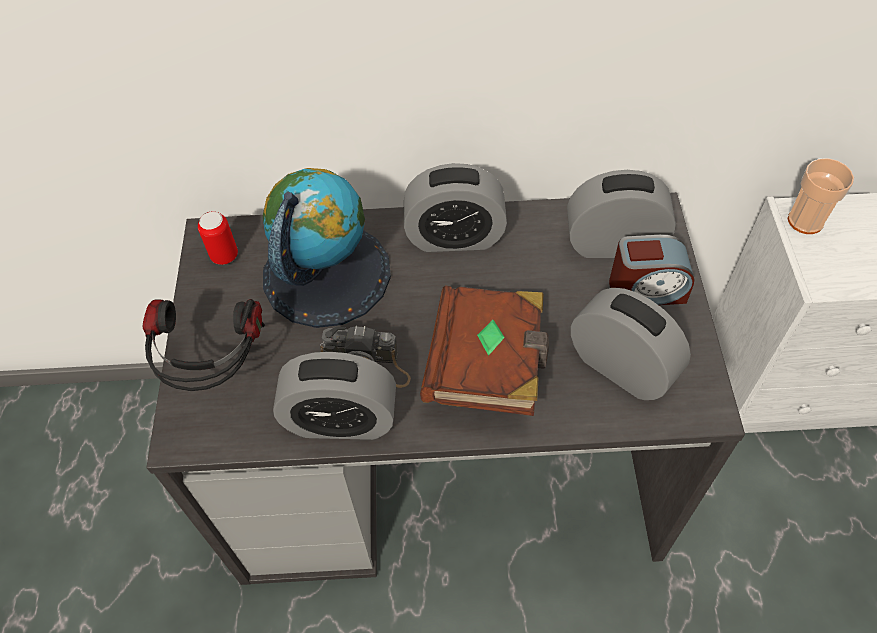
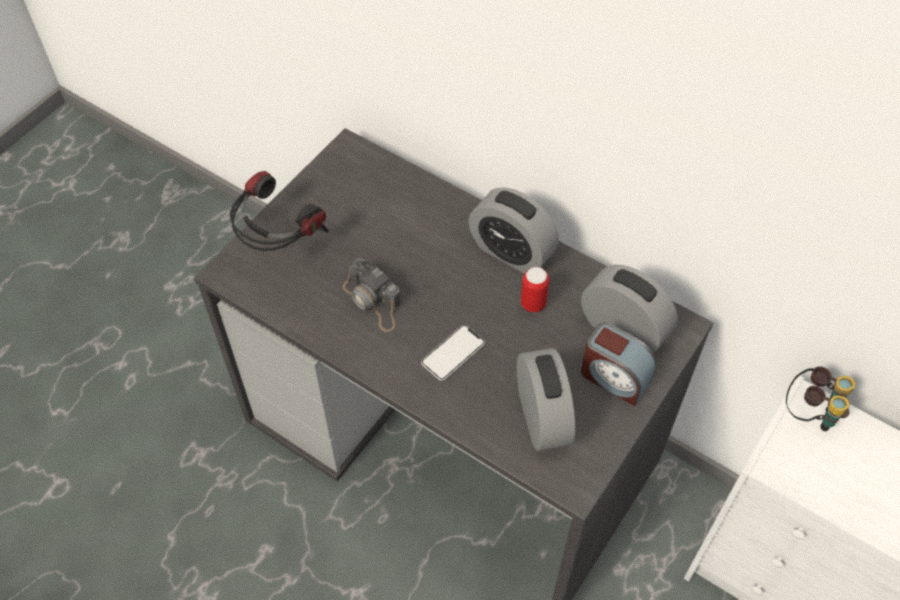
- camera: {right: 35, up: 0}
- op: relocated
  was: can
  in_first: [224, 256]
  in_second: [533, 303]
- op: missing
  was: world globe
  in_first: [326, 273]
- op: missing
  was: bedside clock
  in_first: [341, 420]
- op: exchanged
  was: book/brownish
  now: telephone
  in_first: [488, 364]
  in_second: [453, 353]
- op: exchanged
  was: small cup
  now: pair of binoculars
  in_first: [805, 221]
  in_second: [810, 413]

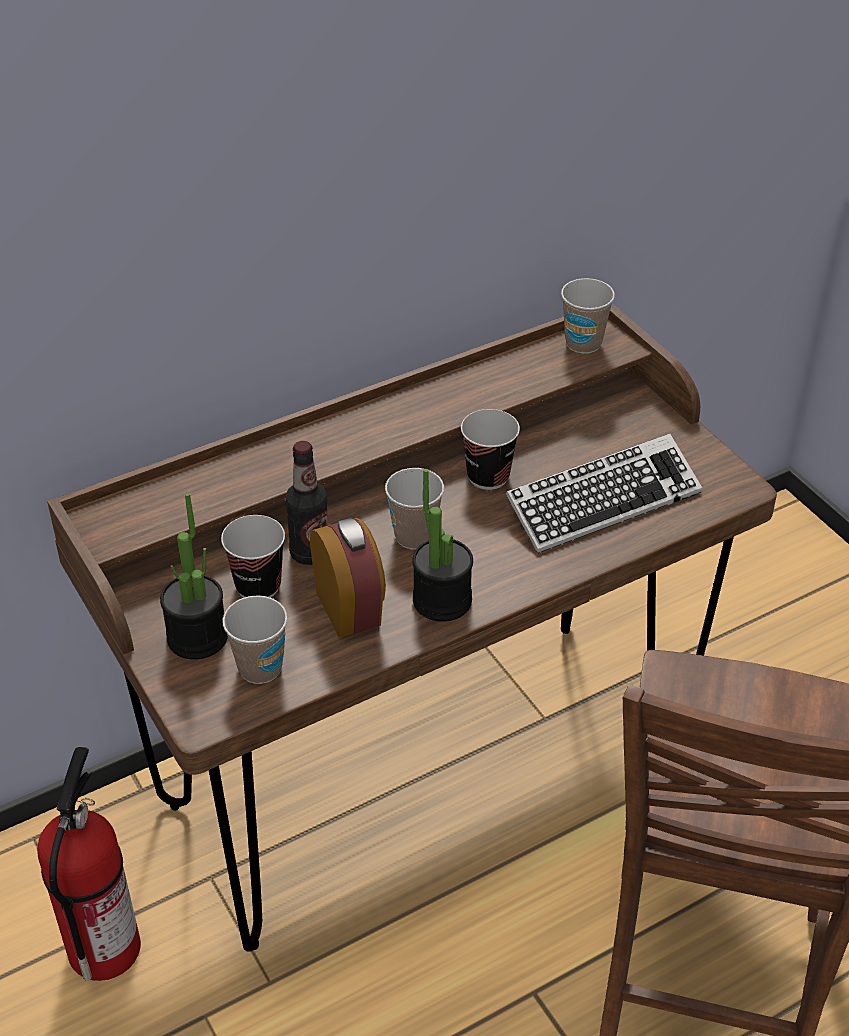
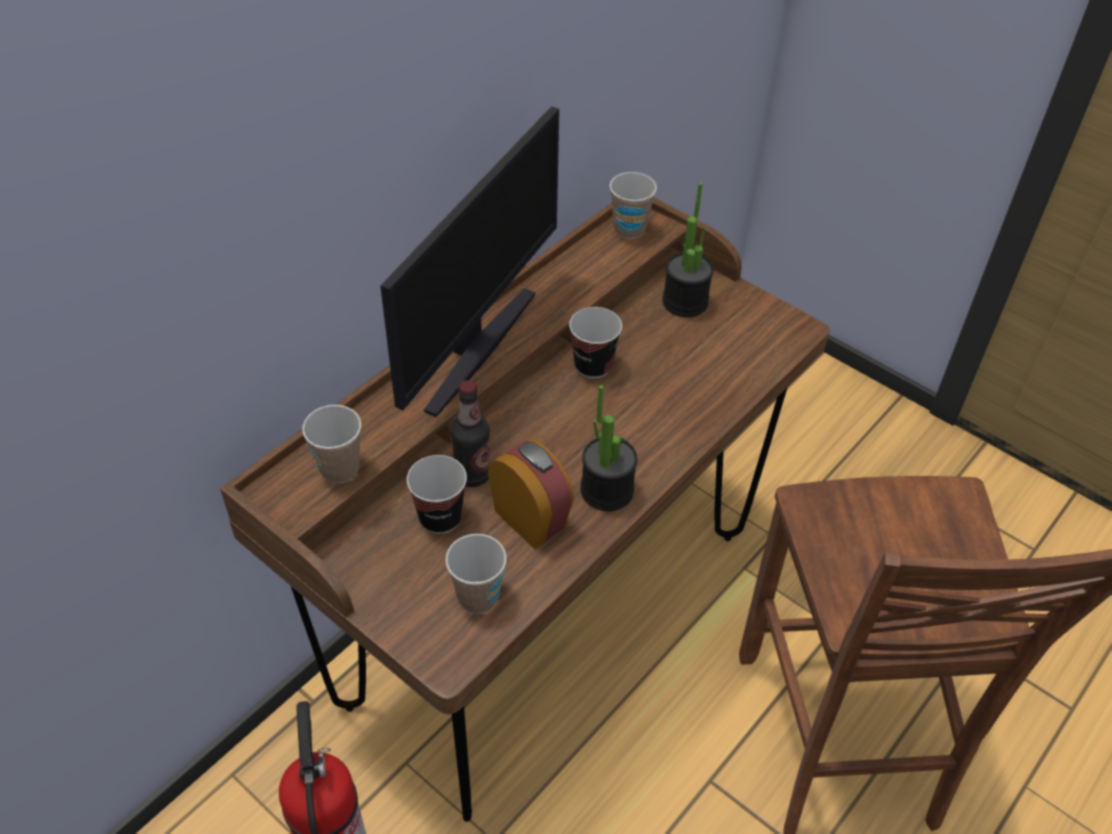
- camera: {right: -20, up: 5}
- op: relocated
  was: houseplant
  in_first: [197, 637]
  in_second: [685, 302]
- op: relocated
  was: small cup
  in_first: [414, 536]
  in_second: [340, 469]
- op: missing
  was: keyboard
  in_first: [603, 502]
- op: appeared
  now: monitor
  in_second: [476, 348]

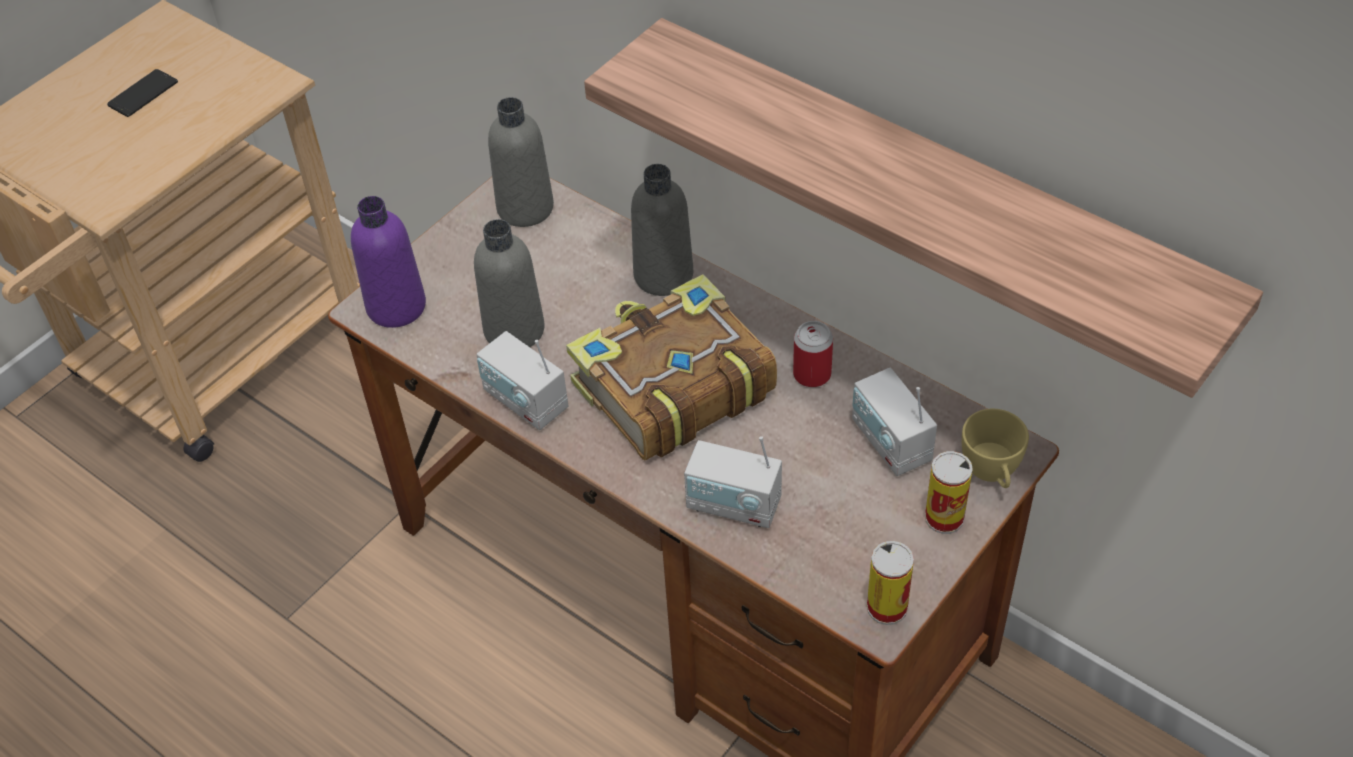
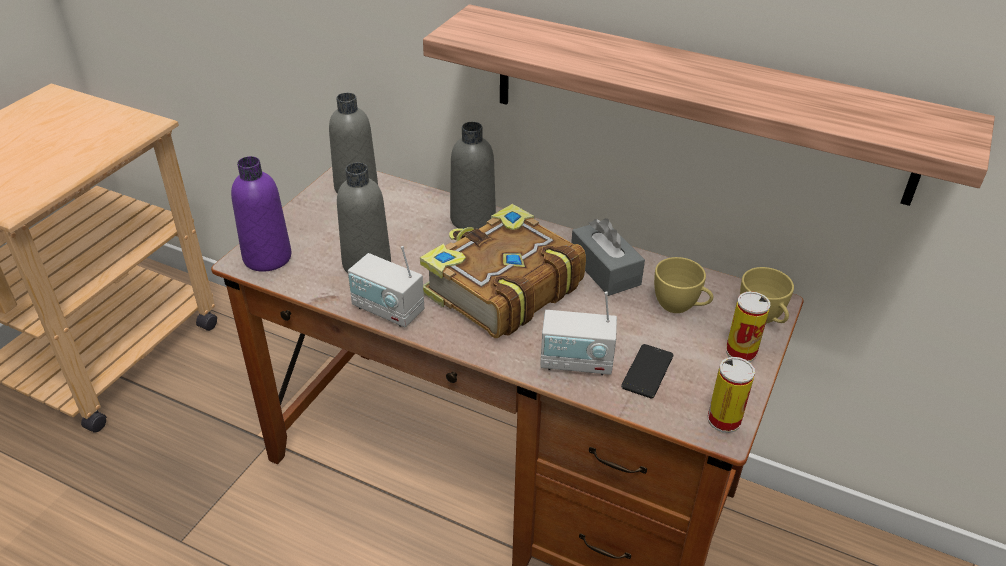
- camera: {right: -15, up: -10}
- op: relocated
  was: telephone
  in_first: [143, 94]
  in_second: [647, 371]
- op: exchanged
  was: can
  now: tissue box/greyish
  in_first: [812, 374]
  in_second: [605, 269]
- op: exchanged
  was: radio
  now: small cup/yellow
  in_first: [890, 442]
  in_second: [680, 307]

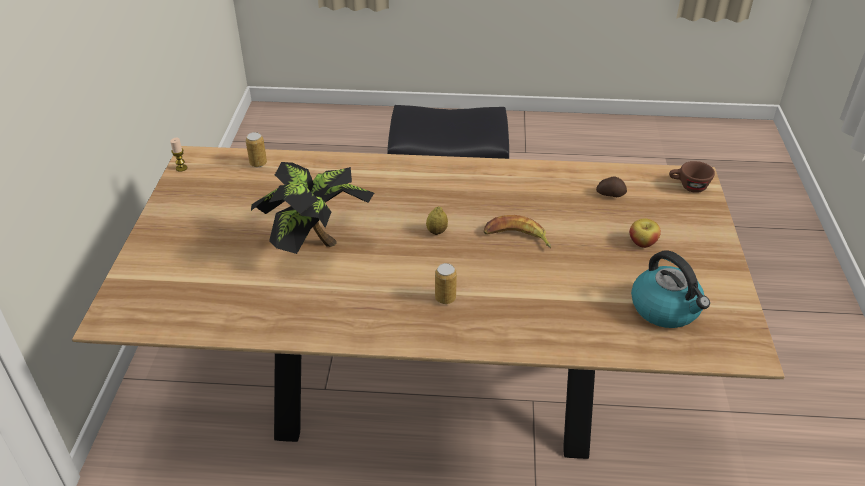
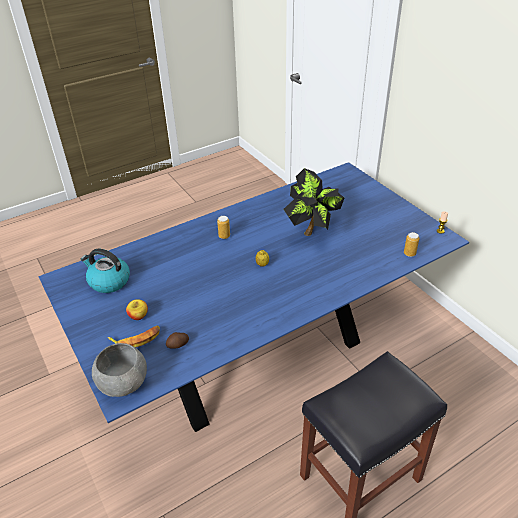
- camera: {right: 145, up: 0}
- op: colour
  was: kitchen table/brownish
  now: kitchen table/blue
  in_first: [432, 394]
  in_second: [261, 355]
- op: relocated
  was: banana
  in_first: [516, 237]
  in_second: [136, 339]
- op: exchanged
  was: small cup/brownish
  now: deep dish/greyish
  in_first: [688, 187]
  in_second: [123, 383]

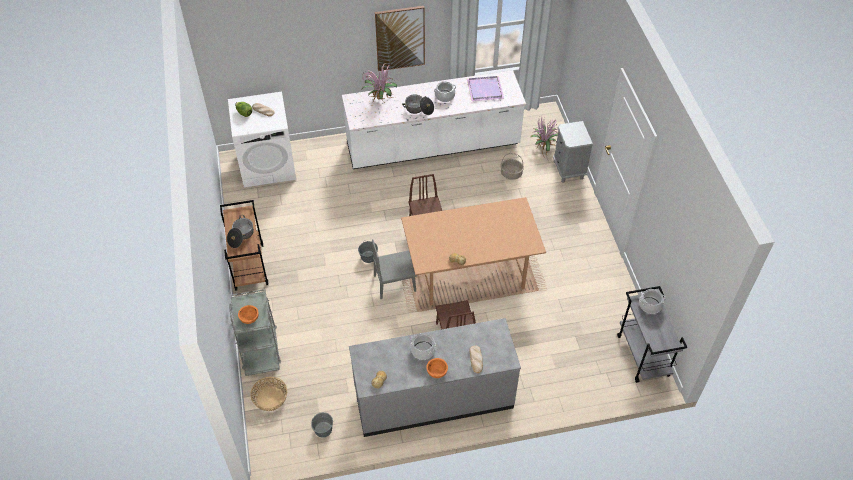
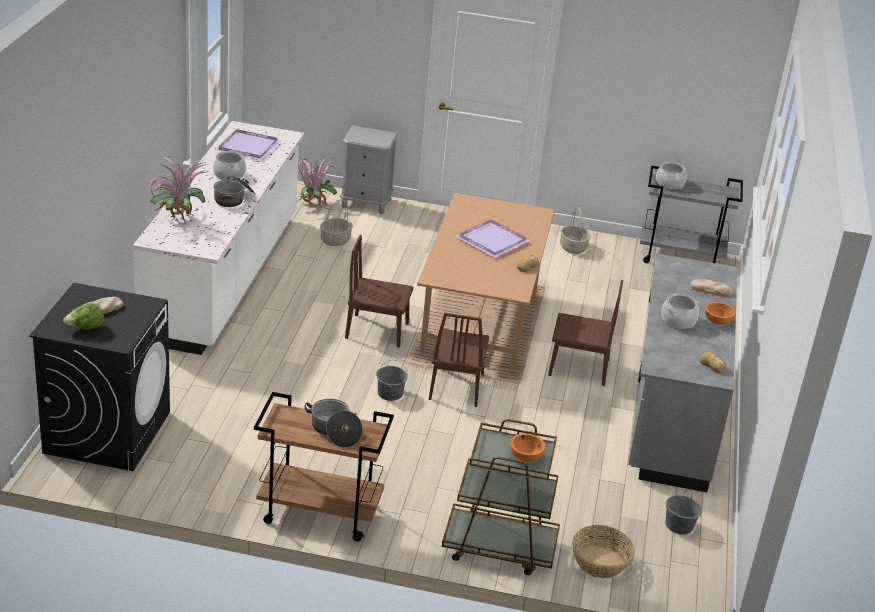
- camera: {right: -70, up: -20}
- op: colour
  was: laundry machine/white
  now: laundry machine/blackish
  in_first: [268, 165]
  in_second: [107, 432]
- op: colour
  was: wheeled cart/greyish
  now: wheeled cart/brownish
  in_first: [260, 349]
  in_second: [499, 547]
- op: colour
  was: plain chair/greyish
  now: plain chair/brownish
  in_first: [395, 283]
  in_second: [456, 386]
- op: missing
  was: wall picture
  in_first: [400, 38]
- op: appeared
  now: serving tray/purple
  in_second: [493, 241]
- op: appeared
  now: storage basket
  in_second: [573, 248]

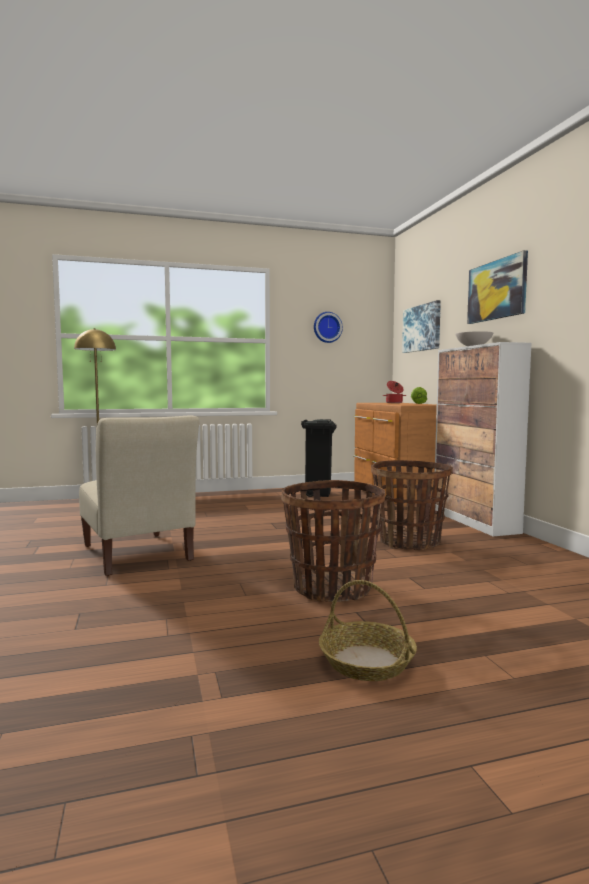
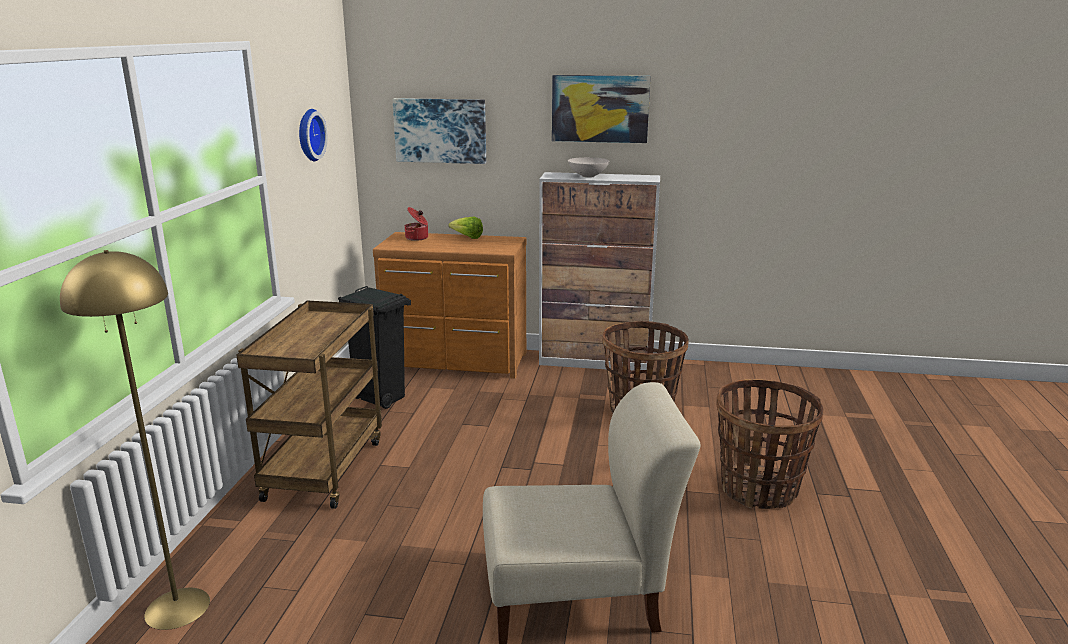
- camera: {right: -65, up: 15}
- op: missing
  was: storage basket
  in_first: [367, 662]
- op: appeared
  now: wheeled cart/brownish
  in_second: [324, 468]

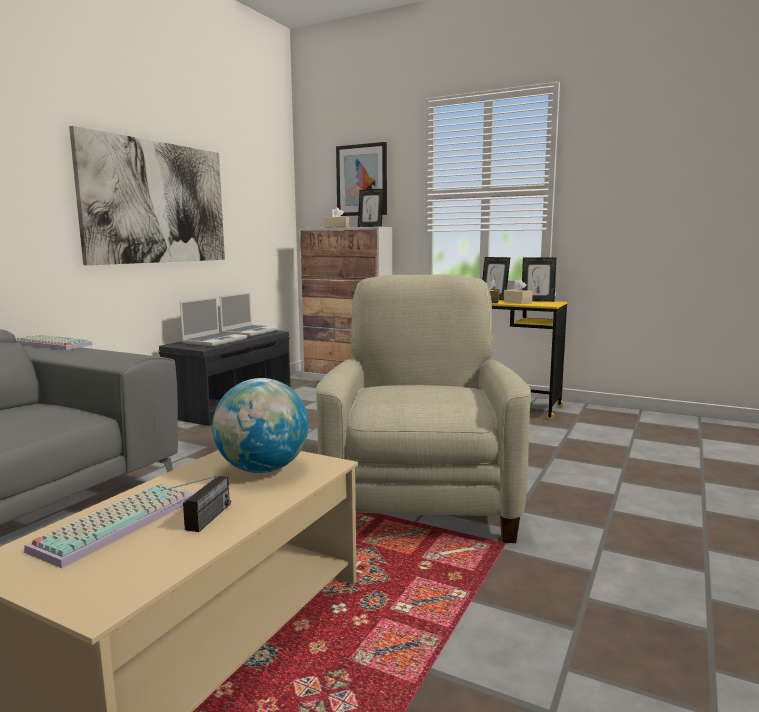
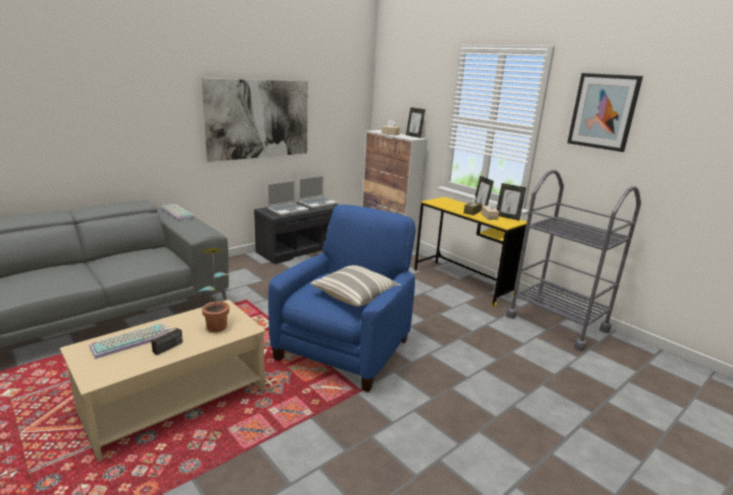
- camera: {right: 20, up: 10}
- op: exchanged
  was: world globe
  now: houseplant
  in_first: [263, 469]
  in_second: [217, 324]
- op: colour
  was: easy chair/beige
  now: easy chair/blue
  in_first: [421, 500]
  in_second: [344, 348]
- op: relocated
  was: wall picture
  in_first: [362, 180]
  in_second: [603, 111]
- op: appeared
  now: throw pillow
  in_second: [355, 295]
- op: appeared
  now: wheeled cart/greyish
  in_second: [556, 323]

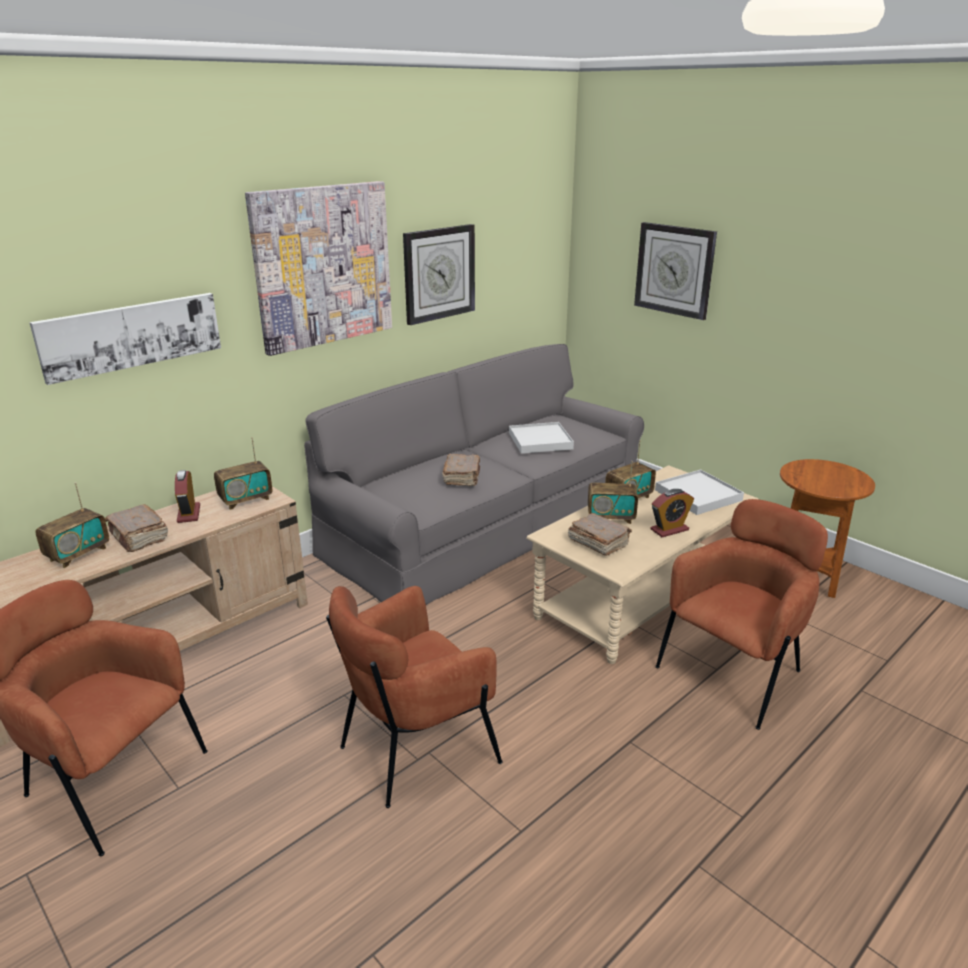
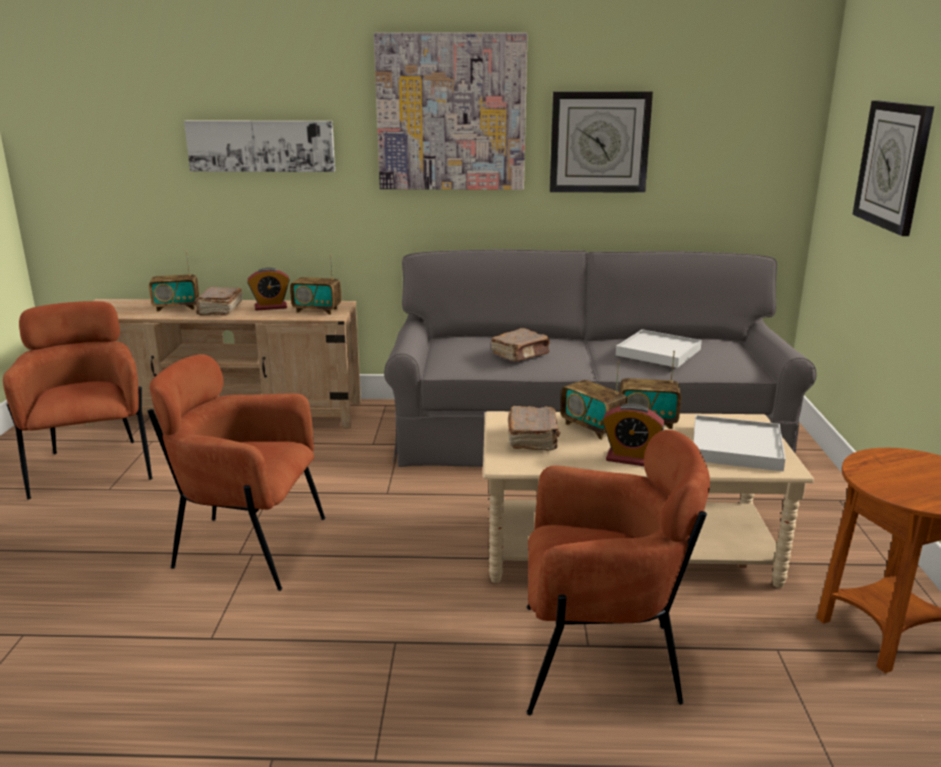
- camera: {right: 45, up: -5}
- op: spun
  was: bedside clock
  in_first: [189, 513]
  in_second: [271, 307]
  clockwise: -135

